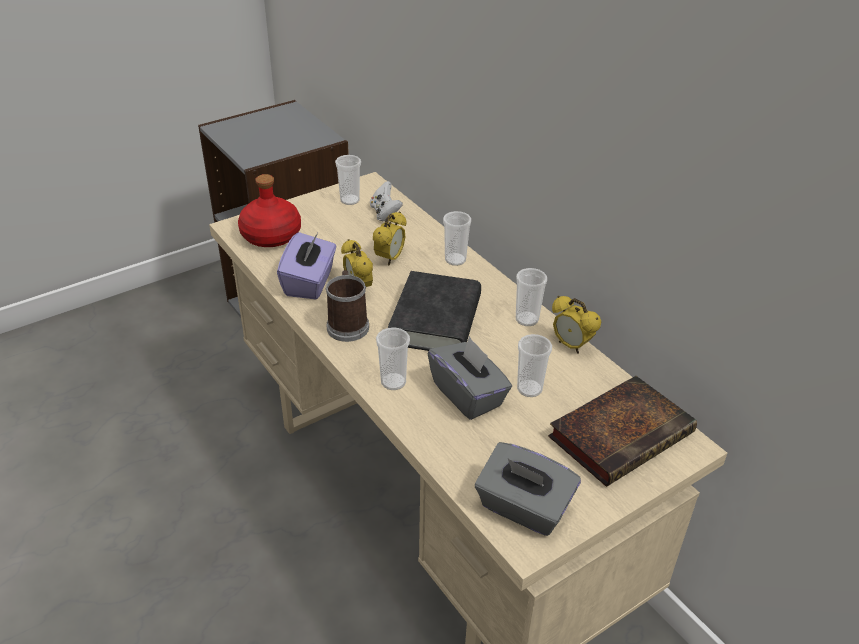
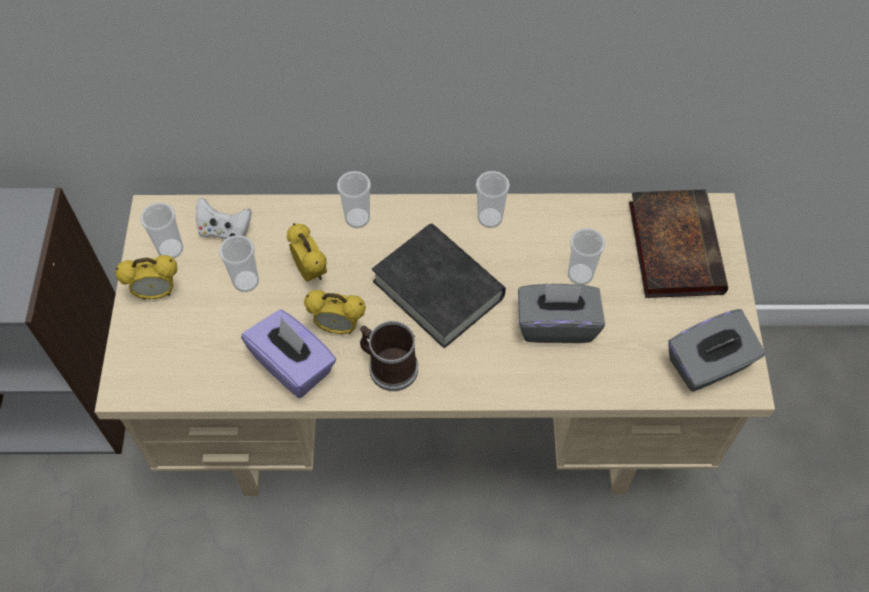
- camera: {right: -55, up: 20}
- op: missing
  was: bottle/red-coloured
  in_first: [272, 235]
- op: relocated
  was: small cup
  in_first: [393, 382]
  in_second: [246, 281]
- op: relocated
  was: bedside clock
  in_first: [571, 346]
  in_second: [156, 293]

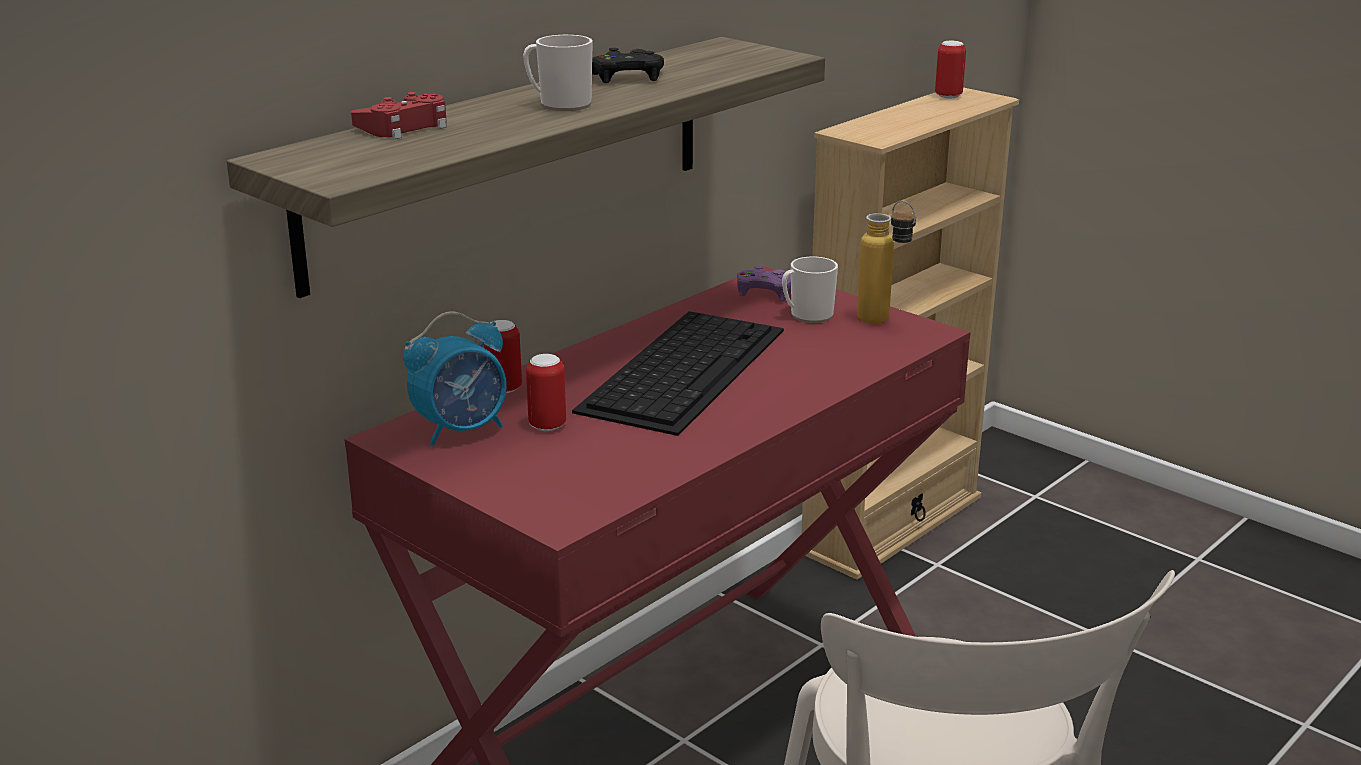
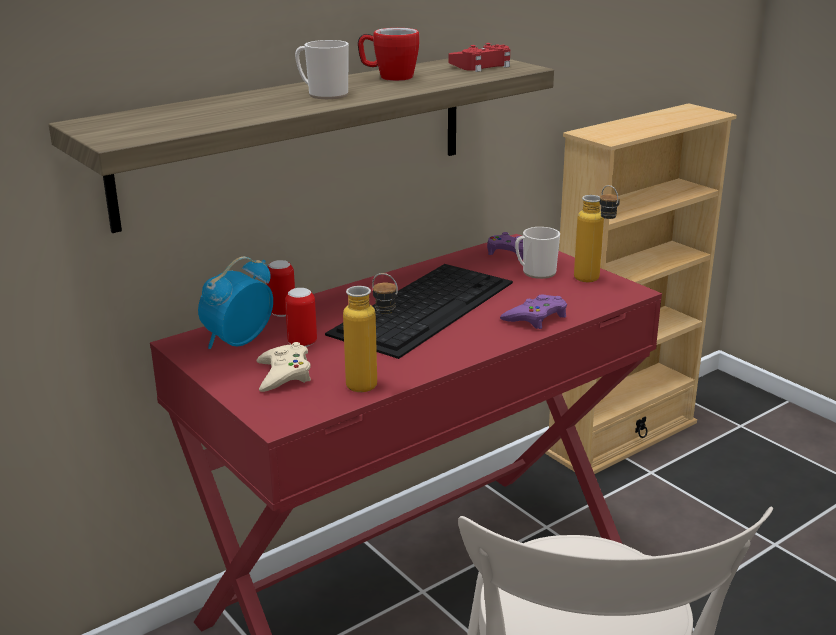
- camera: {right: 10, up: 0}
- op: relocated
  was: joypad/red-coloured
  in_first: [404, 127]
  in_second: [482, 66]
- op: spun
  was: bedside clock
  in_first: [462, 430]
  in_second: [237, 342]
  clockwise: 150
- op: exchanged
  was: joypad/blackish
  now: tea mug
  in_first: [626, 77]
  in_second: [389, 77]
- op: missing
  was: can
  in_first: [948, 96]
- op: appeared
  now: joypad/beige
  in_second: [284, 374]
- op: appeared
  now: bottle
  in_second: [373, 389]
- op: appeared
  now: joypad/purple
  in_second: [536, 318]

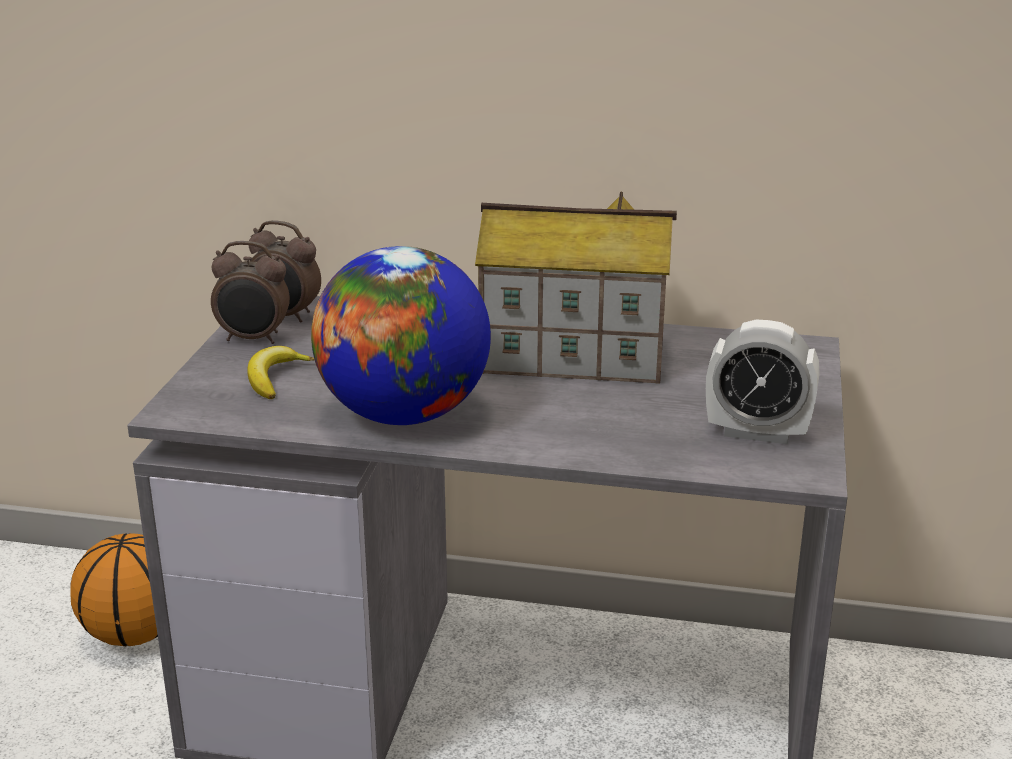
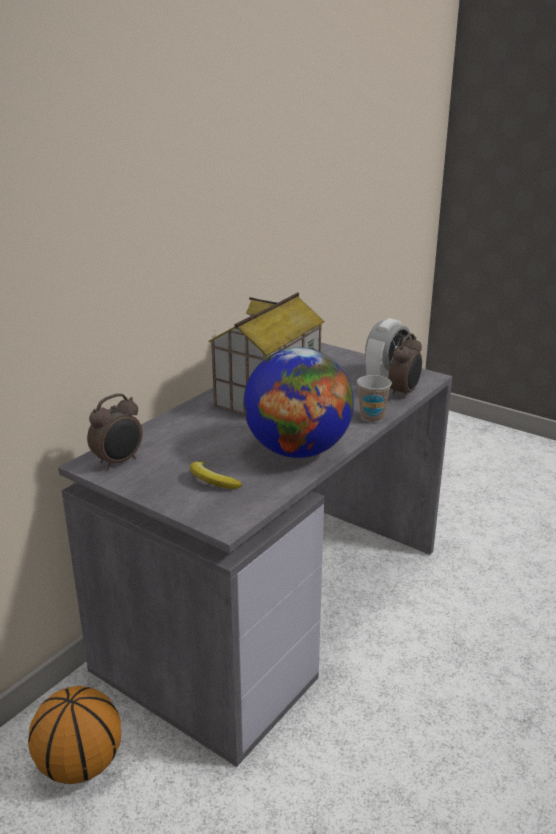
- camera: {right: -65, up: 0}
- op: relocated
  was: bedside clock
  in_first: [253, 339]
  in_second: [404, 393]
- op: appeared
  now: small cup
  in_second: [372, 417]

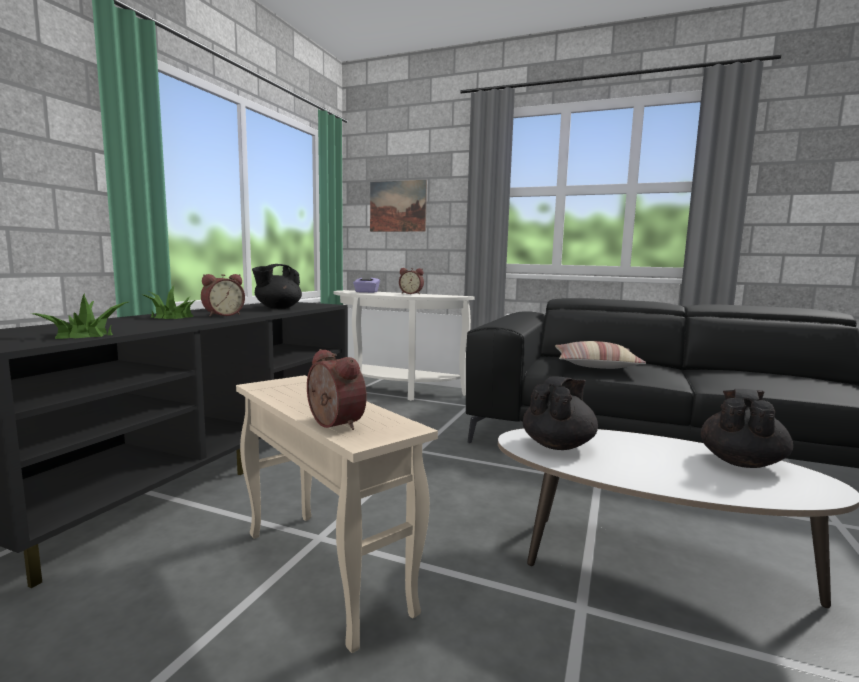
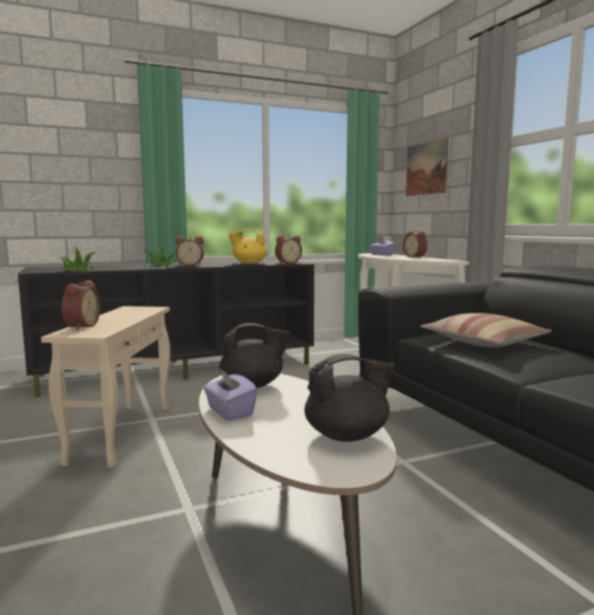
- camera: {right: 45, up: 0}
- op: colour
  was: tea pot/blackish
  now: tea pot/yellow
  in_first: [277, 308]
  in_second: [249, 263]
- op: appeared
  now: tissue box/purple
  in_second: [229, 412]
- op: appeared
  now: bedside clock
  in_second: [287, 263]

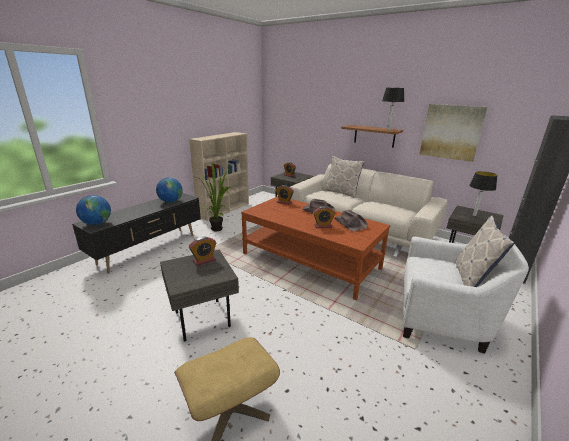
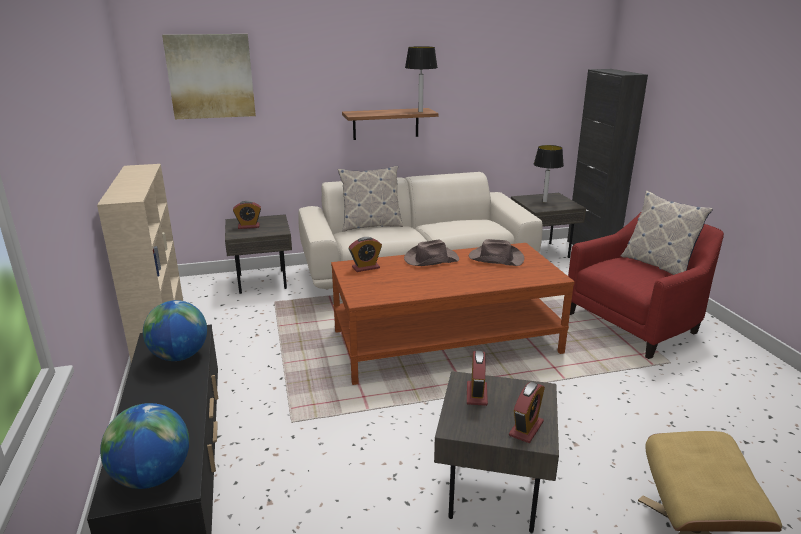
- camera: {right: -50, up: 0}
- op: missing
  was: houseplant
  in_first: [218, 228]
- op: relocated
  was: bedside clock
  in_first: [323, 226]
  in_second: [526, 428]
- op: colour
  was: easy chair/white
  now: easy chair/red-coloured
  in_first: [442, 318]
  in_second: [636, 324]
- op: relocated
  was: wall picture
  in_first: [451, 132]
  in_second: [211, 76]

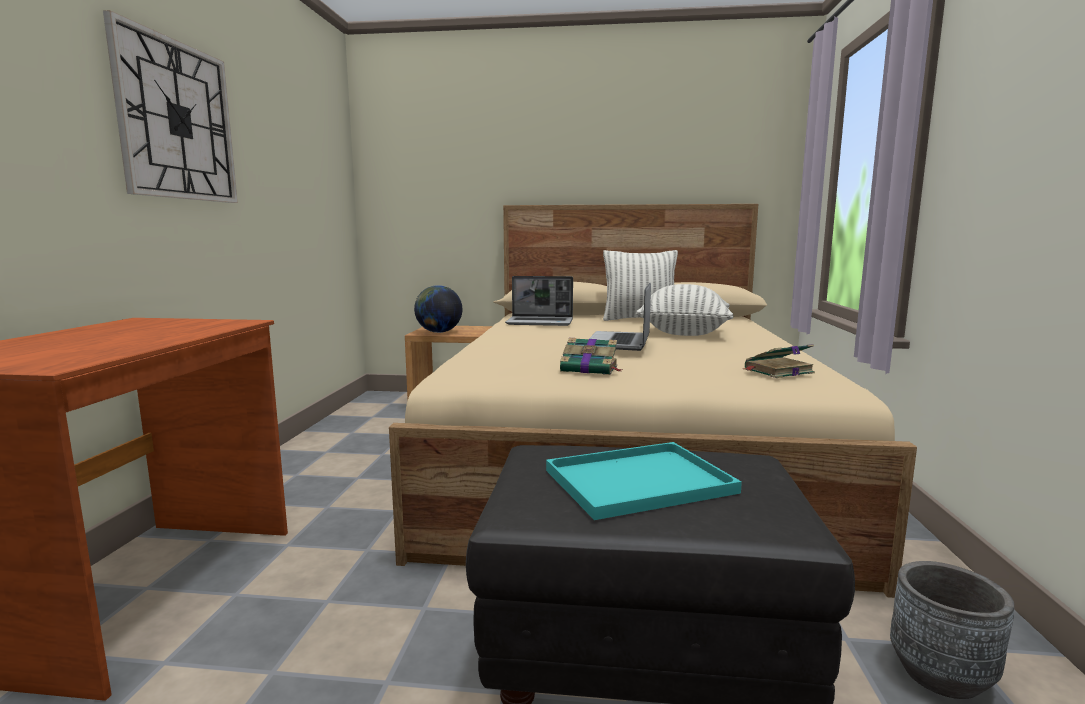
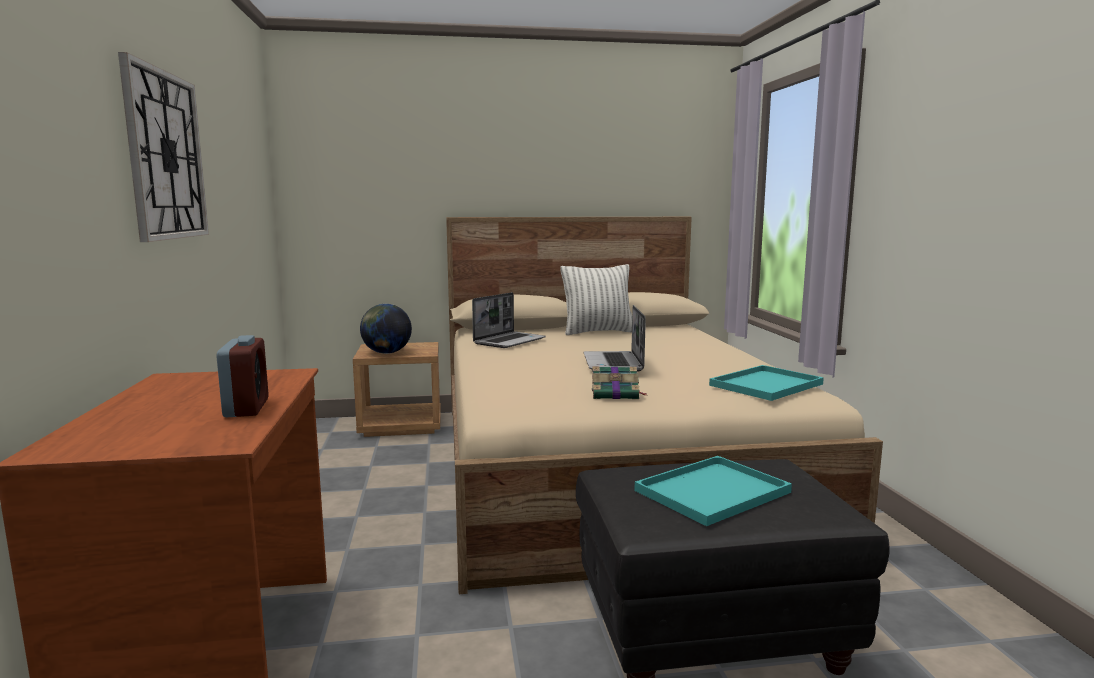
- camera: {right: -15, up: 0}
- op: spun
  was: portable computer
  in_first: [541, 322]
  in_second: [509, 341]
  clockwise: -45
- op: missing
  was: throw pillow
  in_first: [684, 333]
- op: exchanged
  was: book
  now: serving tray/turquoise-coloured
  in_first: [777, 371]
  in_second: [766, 385]
- op: missing
  was: planter/greyish
  in_first: [940, 675]
- op: appeared
  now: bedside clock
  in_second: [246, 408]

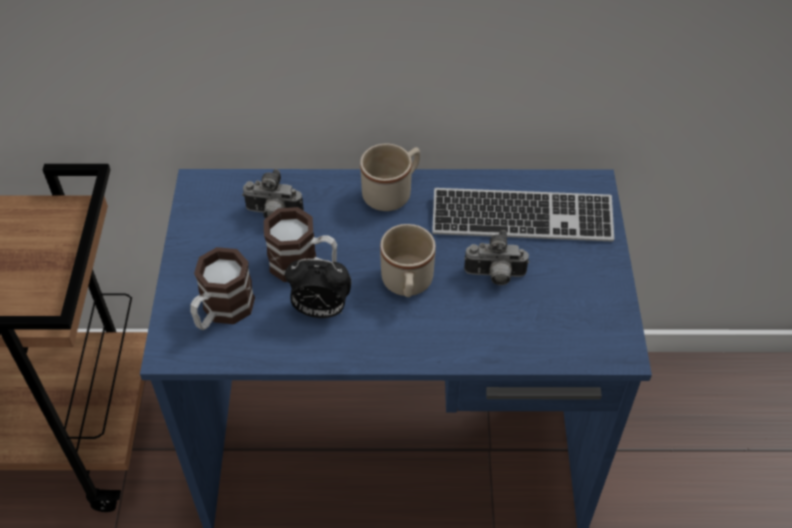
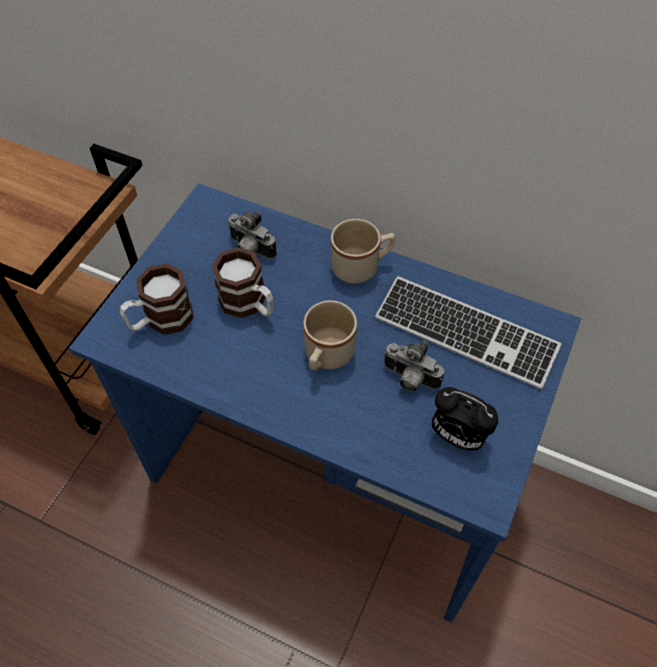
- camera: {right: 25, up: 5}
- op: relocated
  was: bedside clock
  in_first: [320, 310]
  in_second: [457, 436]

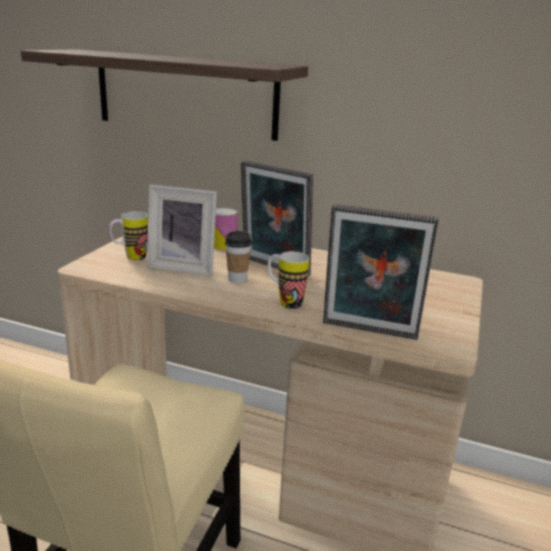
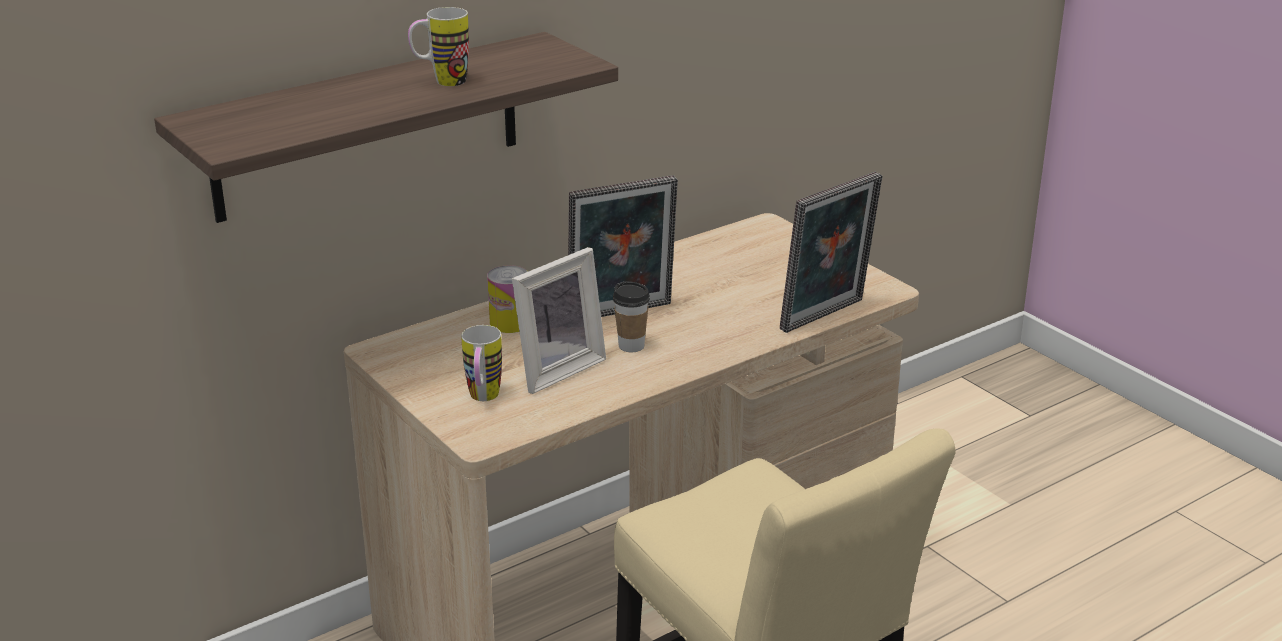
- camera: {right: -55, up: 5}
- op: relocated
  was: tea mug
  in_first: [284, 302]
  in_second: [441, 82]

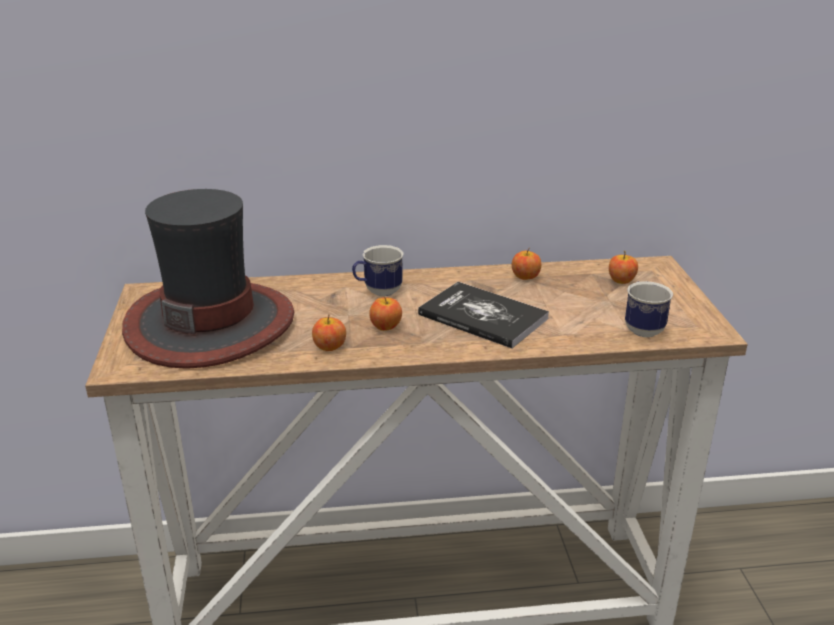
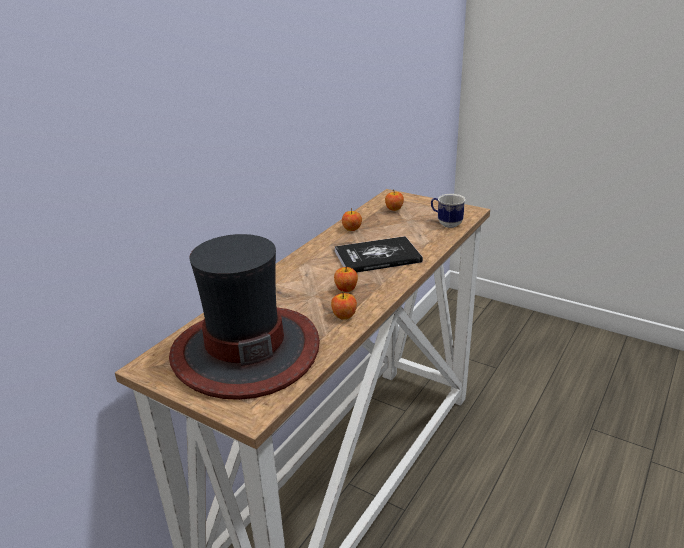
- camera: {right: -50, up: 0}
- op: missing
  was: tea mug
  in_first: [378, 292]

